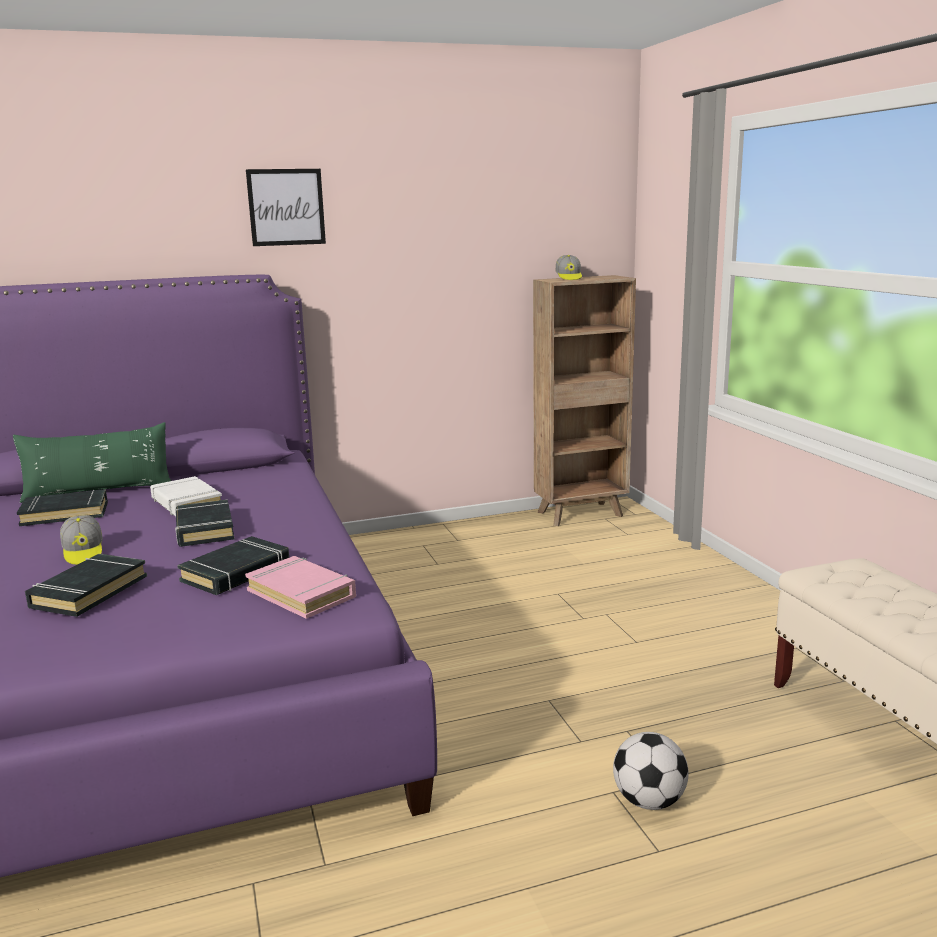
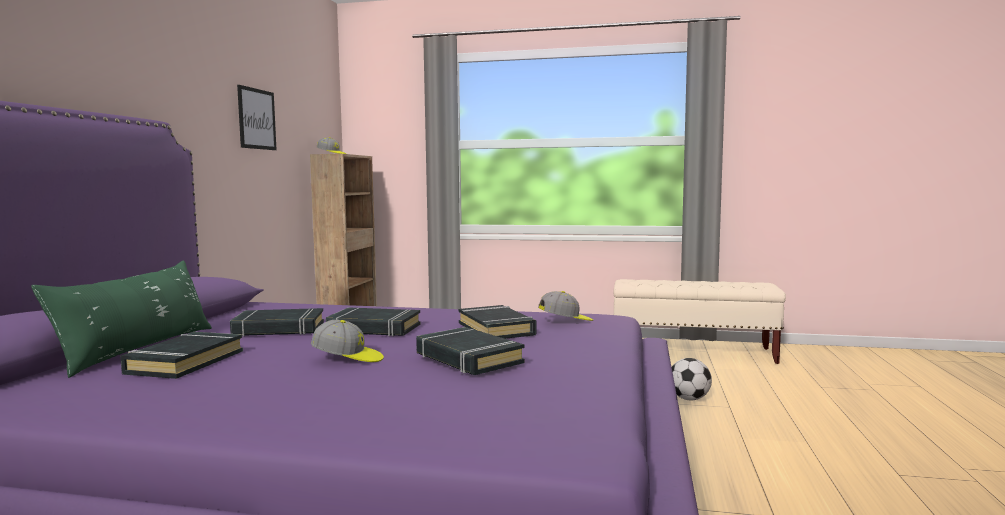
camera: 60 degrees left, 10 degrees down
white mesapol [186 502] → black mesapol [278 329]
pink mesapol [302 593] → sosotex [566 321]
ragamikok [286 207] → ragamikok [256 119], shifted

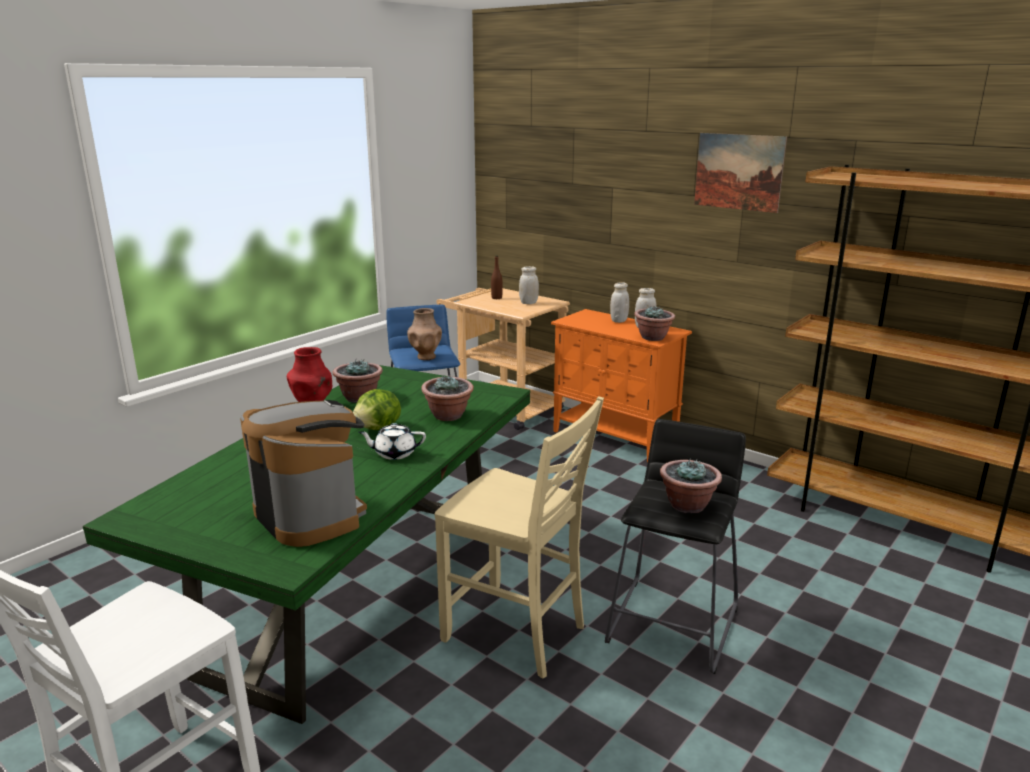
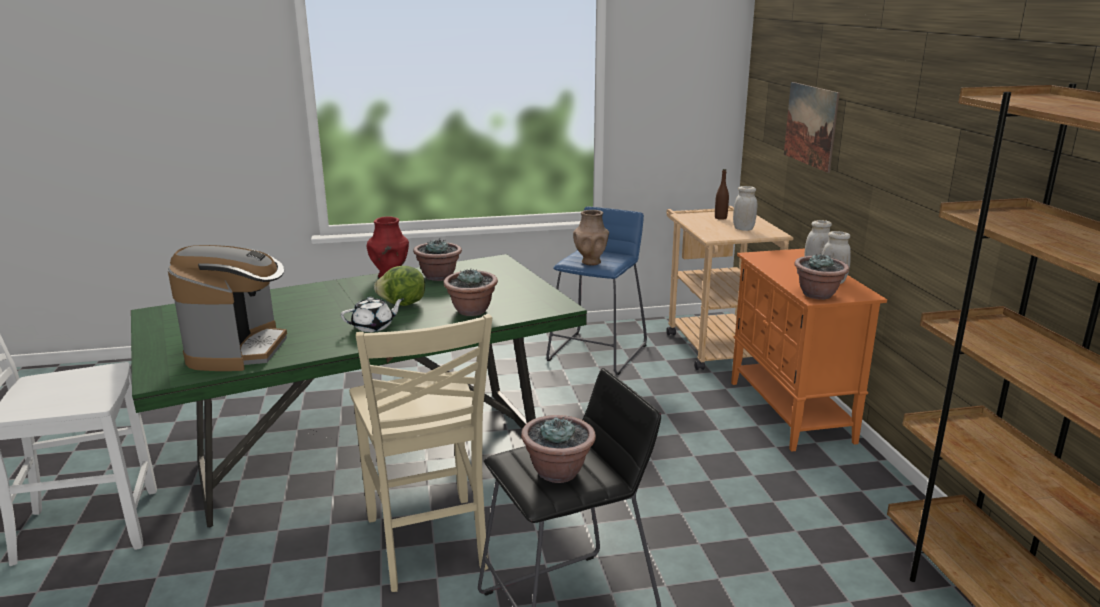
camera: 40 degrees right, 0 degrees up
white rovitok [394 453] → white rovitok [374 327], 120 degrees clockwise
ragamikok [738 172] → ragamikok [810 125], shifted

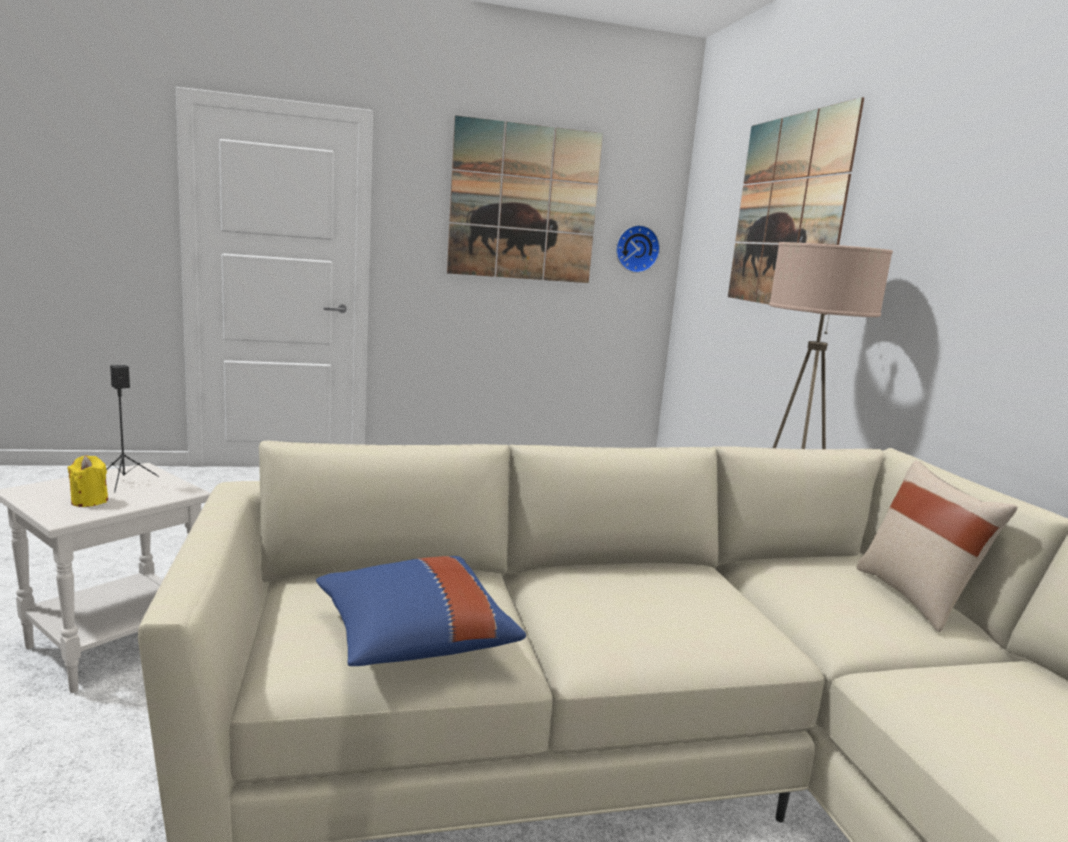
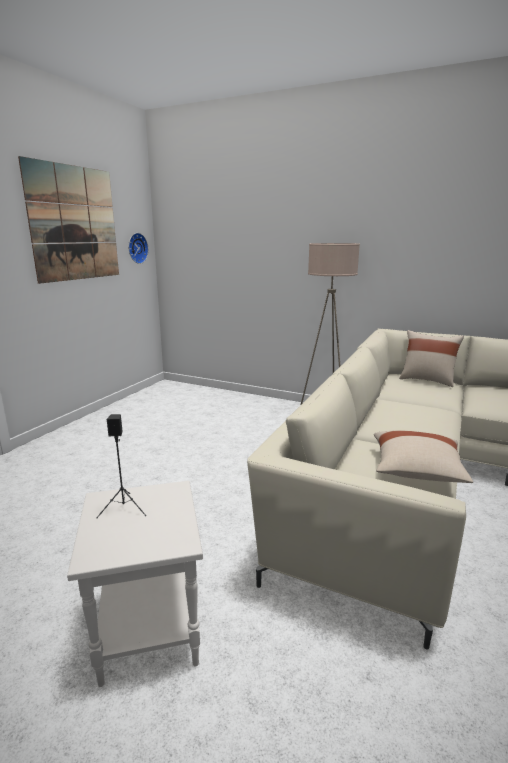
camera: 50 degrees left, 5 degrees up
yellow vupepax [89 501] → -
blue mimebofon [414 638] → beige mimebofon [416 471]
ragamikok [788 212] → -

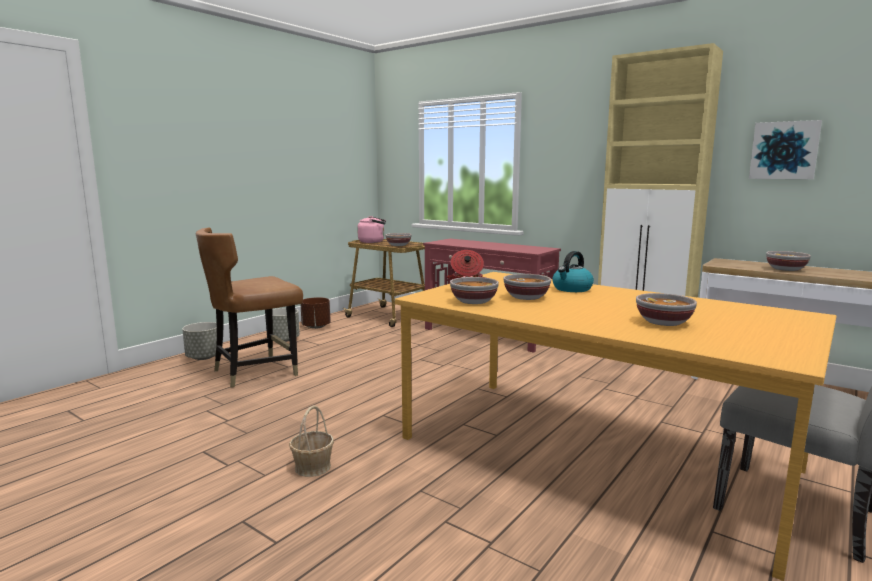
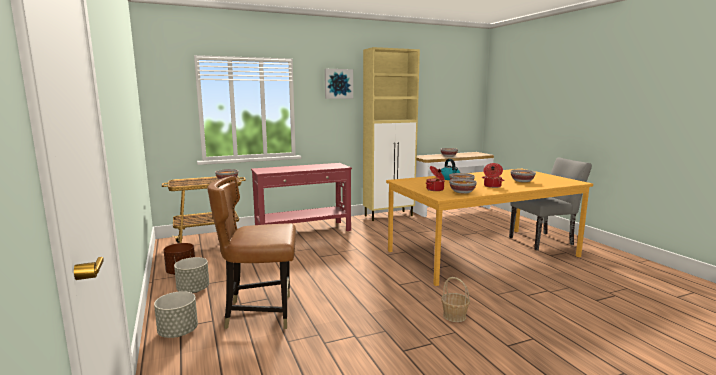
camera: 60 degrees left, 0 degrees up
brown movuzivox [255 371] → brown movuzivox [260 313], 90 degrees clockwise
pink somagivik [373 242] → -
ragamikok [784 150] → ragamikok [338 84], shifted
- → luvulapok [492 186]

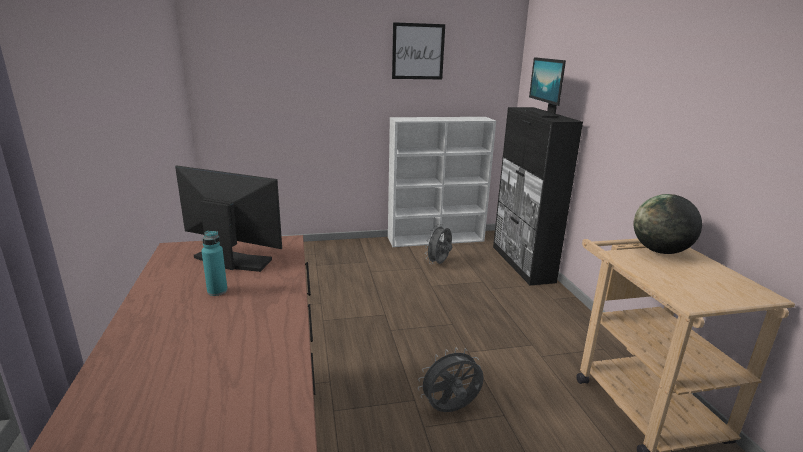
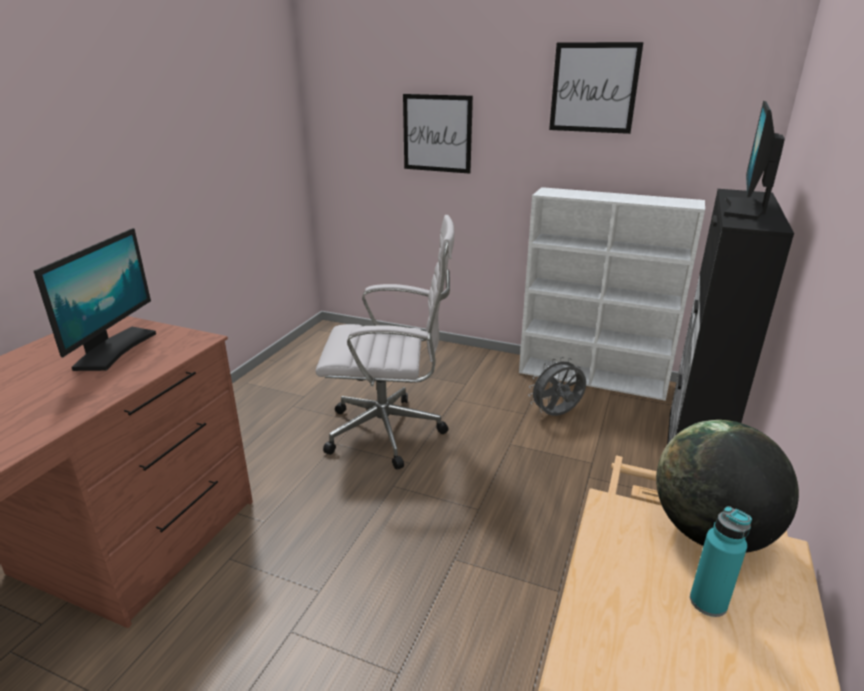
camera: 35 degrees right, 5 degrees up
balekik [232 261] → balekik [114 349], 45 degrees clockwise
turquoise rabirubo [217 291] → turquoise rabirubo [708 602], shifted
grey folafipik [450 410] → -
- → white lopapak [390 432]
- → ragamikok [437 133]

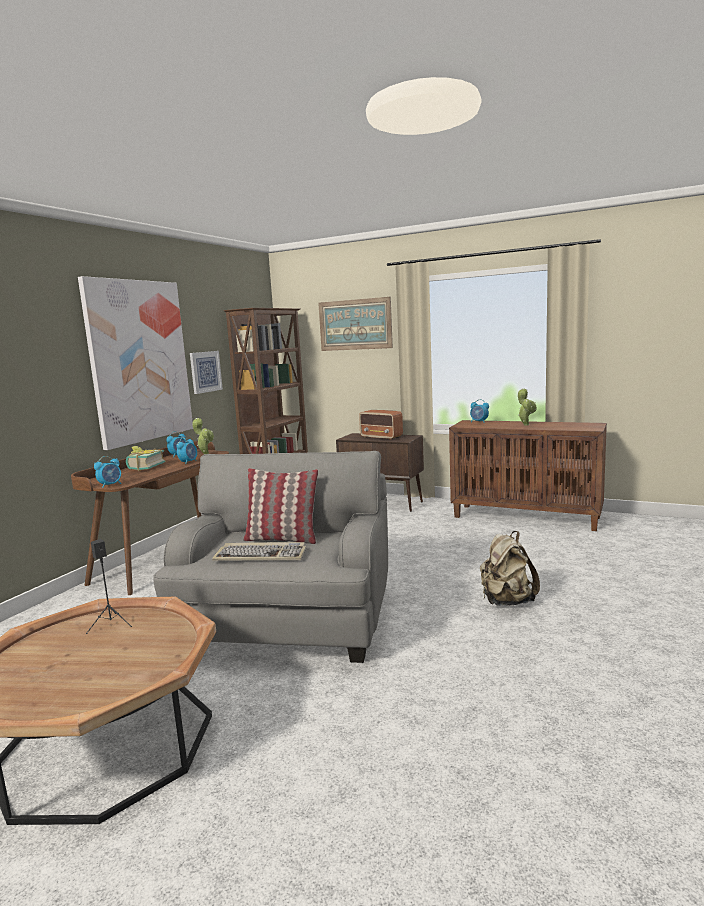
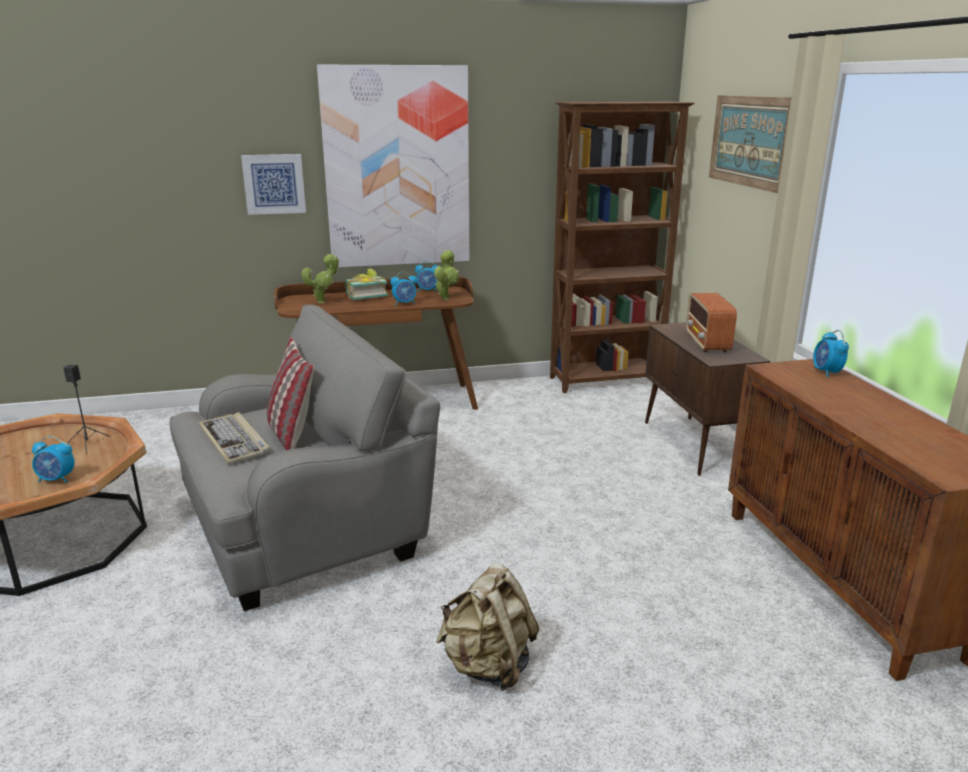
camera: 50 degrees right, 10 degrees up
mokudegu [110 485] → mokudegu [57 479], shifted
ragamikok [205 372] → ragamikok [274 184], shifted
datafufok [525 424] → datafufok [323 302], shifted

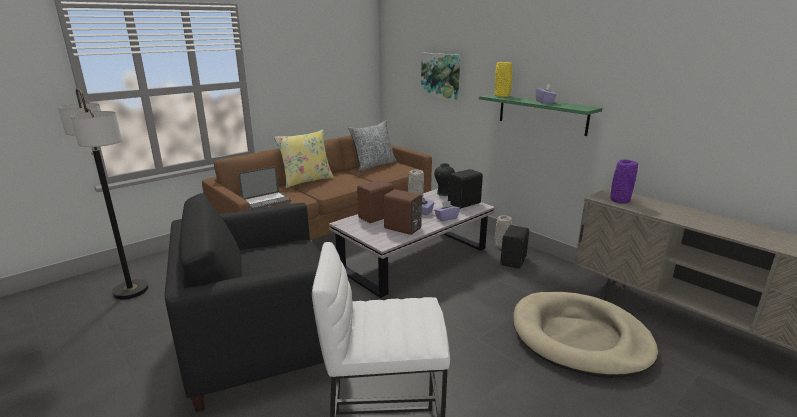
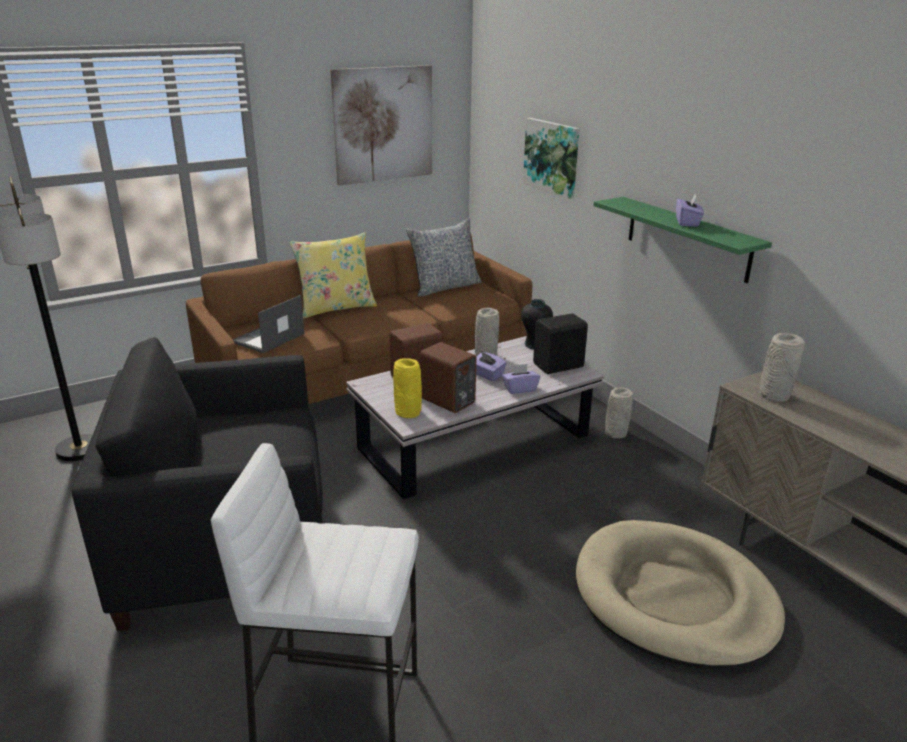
camera: 10 degrees right, 5 degrees up
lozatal [266 200] → lozatal [268 338], 150 degrees clockwise
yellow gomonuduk [502 96] → yellow gomonuduk [408 413], shifted
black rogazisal [514 261] → -
purple gomonuduk [619 200] → grey gomonuduk [773 395]
- → ragamikok [383 124]

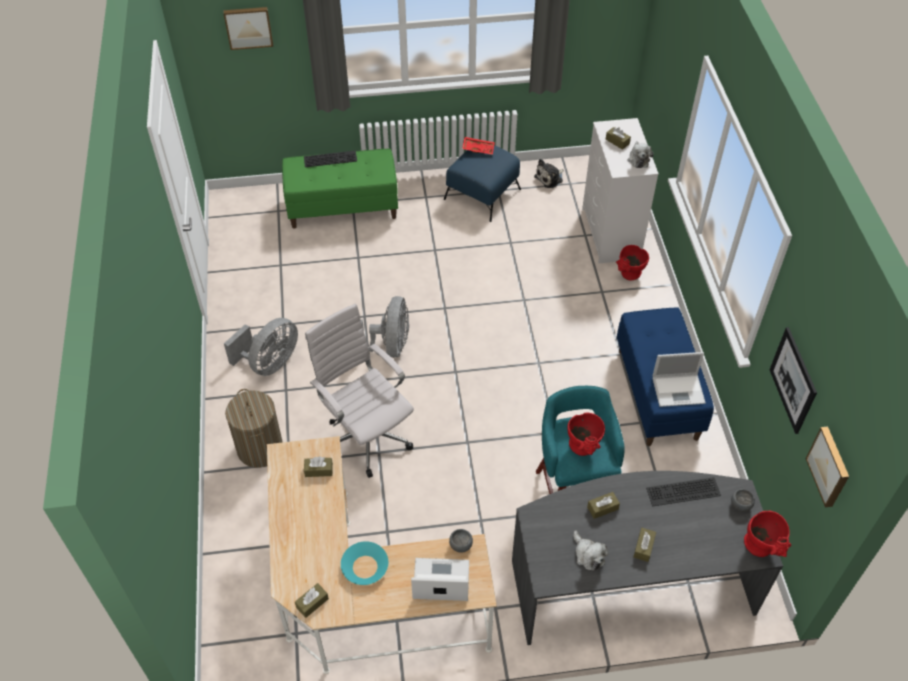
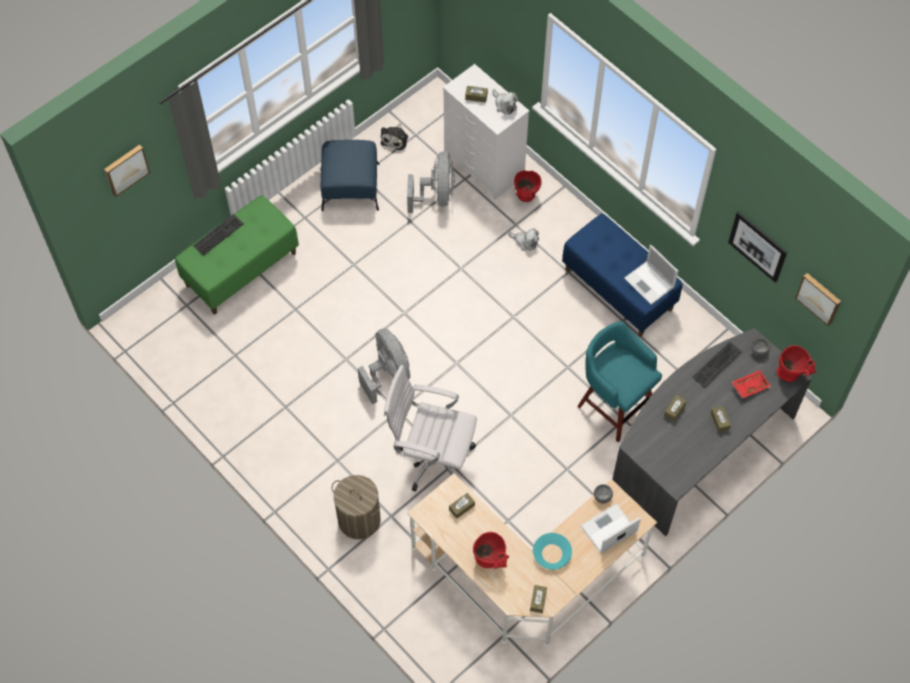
camera: 35 degrees left, 10 degrees up
grey folafipik [270 363] → grey folafipik [436 195], shifted
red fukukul [478 148] → red fukukul [750 386], shifted
red gomonuduk [583 449] → red gomonuduk [490 560], shifted
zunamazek [588 555] → zunamazek [525 242], shifted
lozatal [679 390] → lozatal [650 283], 90 degrees clockwise

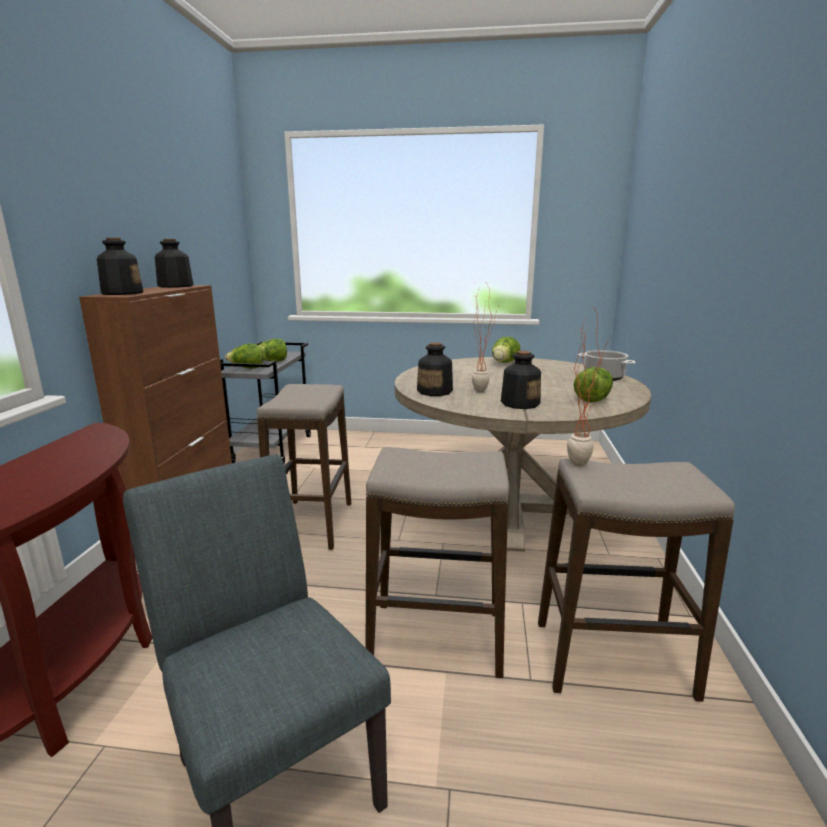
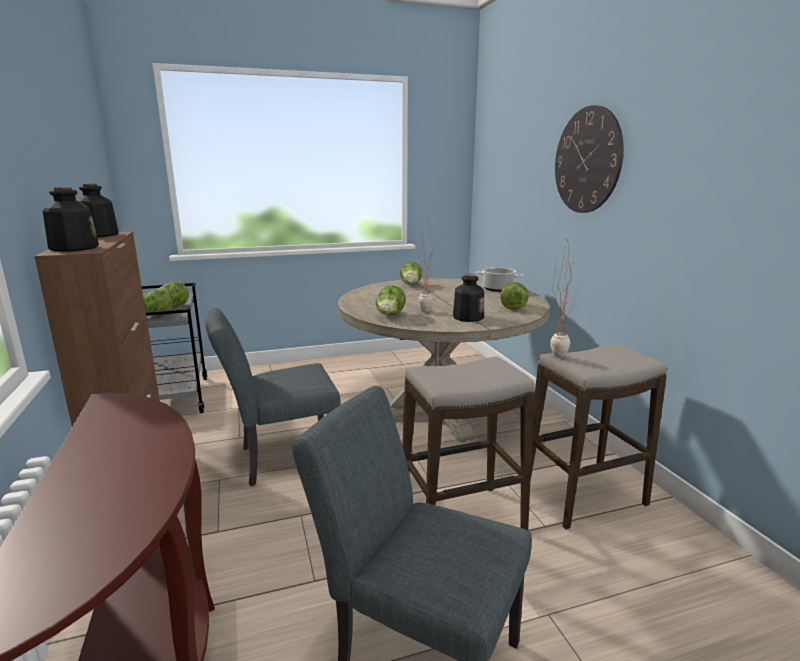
camera: 25 degrees left, 0 degrees up
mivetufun [311 524] → grey movuzivox [280 459]
rabirubo [435 391] → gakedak [390 316]
- → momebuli [587 160]

